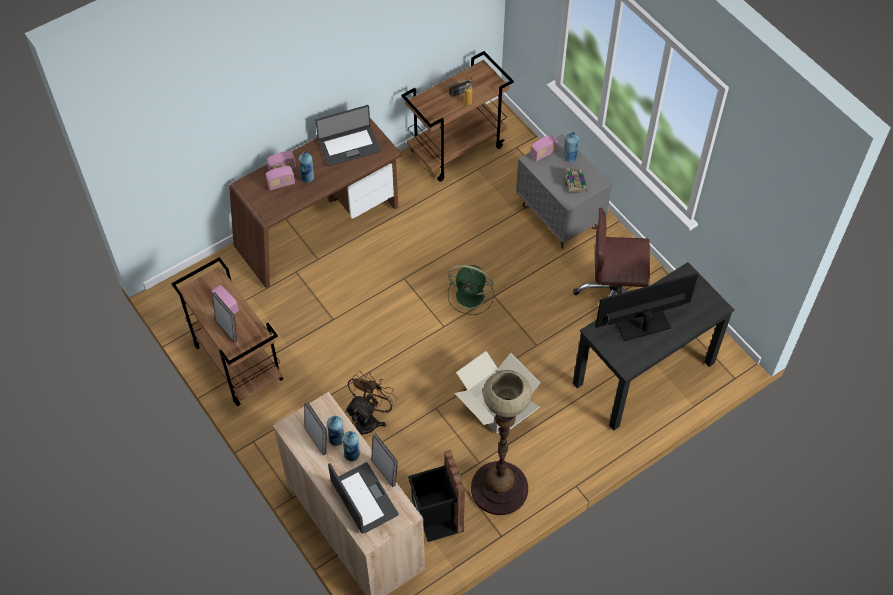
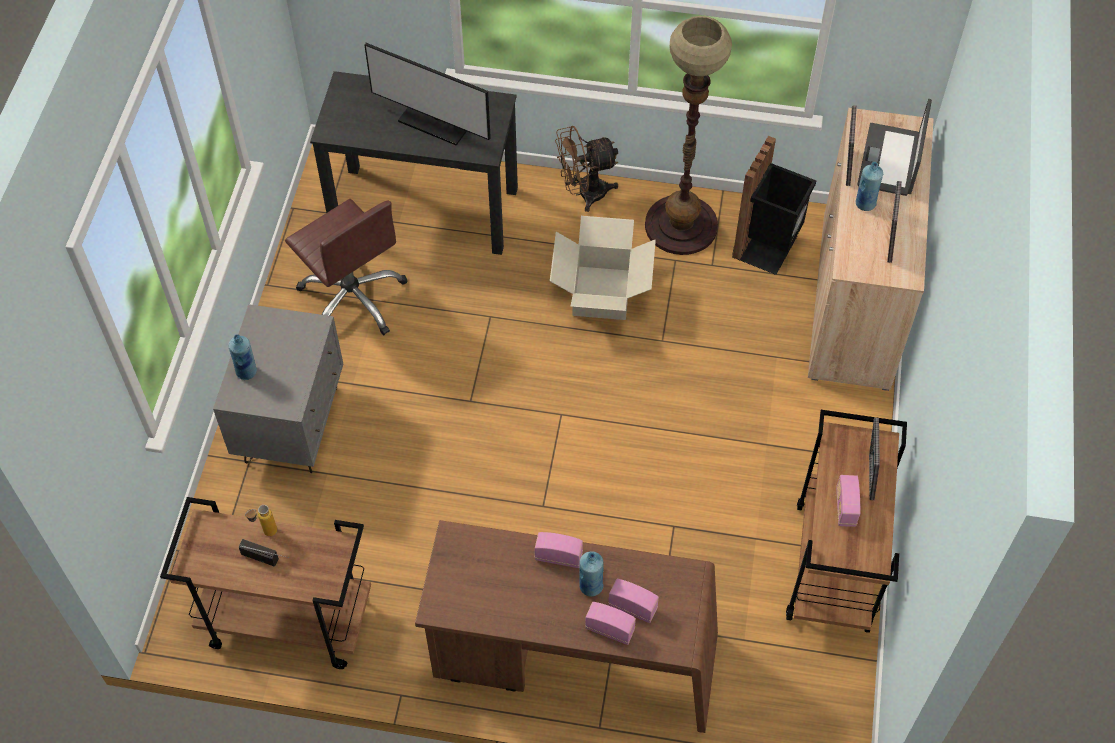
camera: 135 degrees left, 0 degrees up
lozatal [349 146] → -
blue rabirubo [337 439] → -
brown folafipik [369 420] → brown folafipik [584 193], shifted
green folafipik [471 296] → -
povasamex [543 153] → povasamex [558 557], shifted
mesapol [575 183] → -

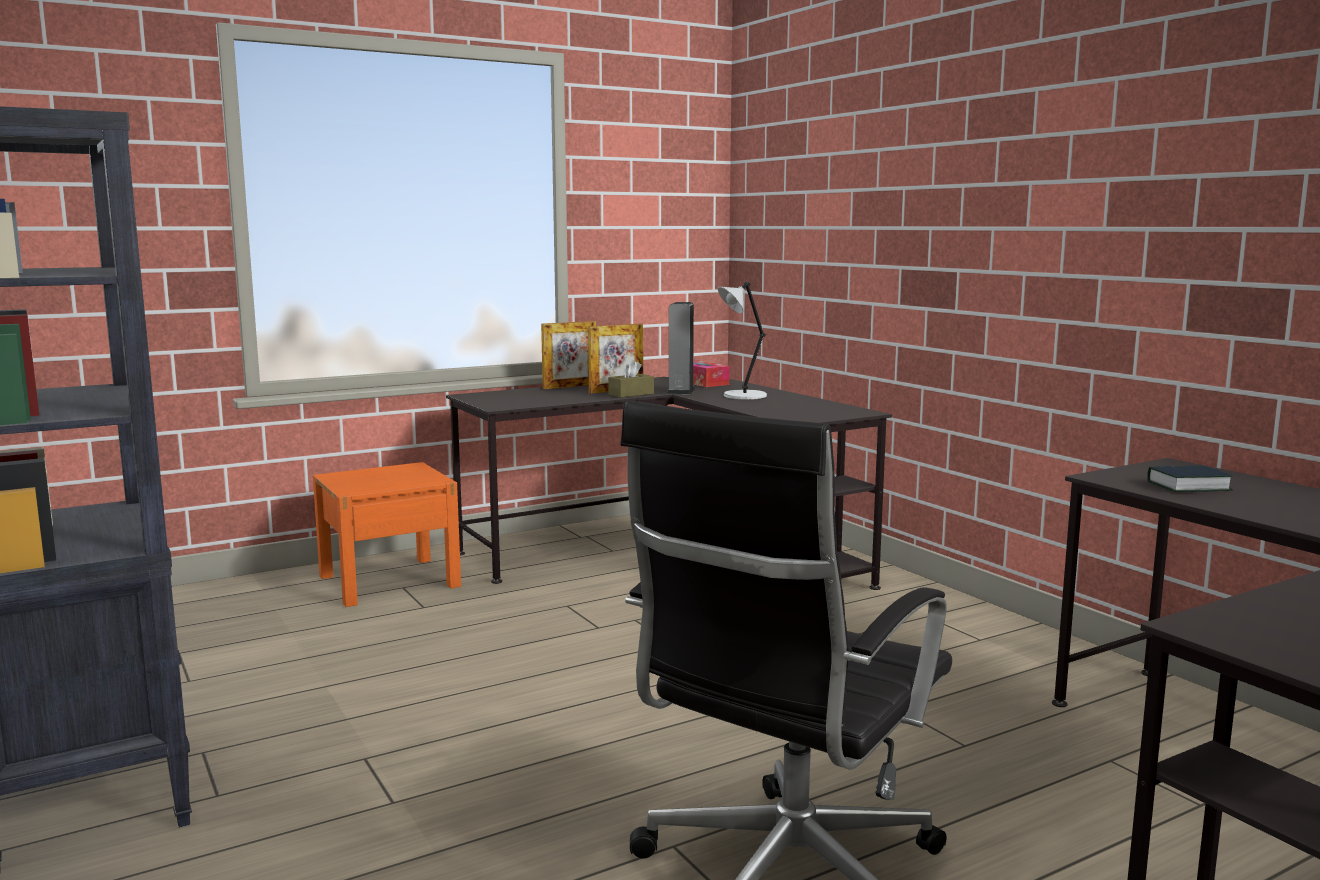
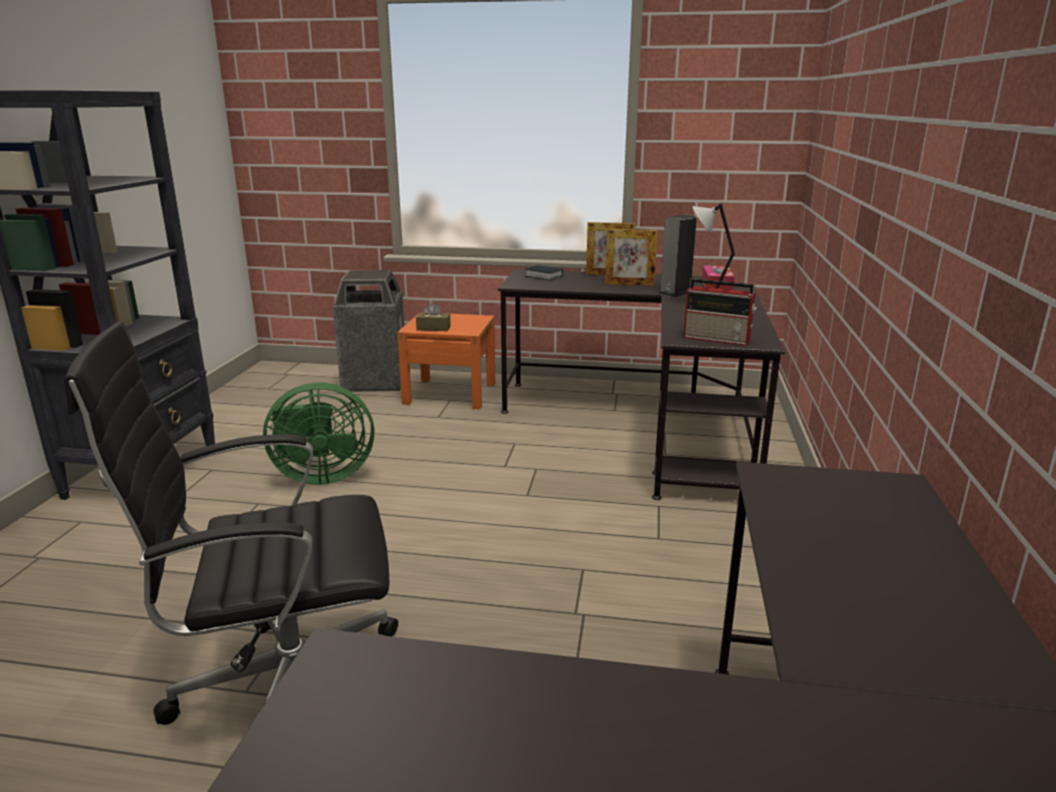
camera: 40 degrees right, 10 degrees up
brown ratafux [631 394] → brown ratafux [433 328], shifted
mesapol [1188 486] → mesapol [544 276], shifted
- → green folafipik [320 476]
- → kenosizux [374 381]
- → povasamex [718 339]

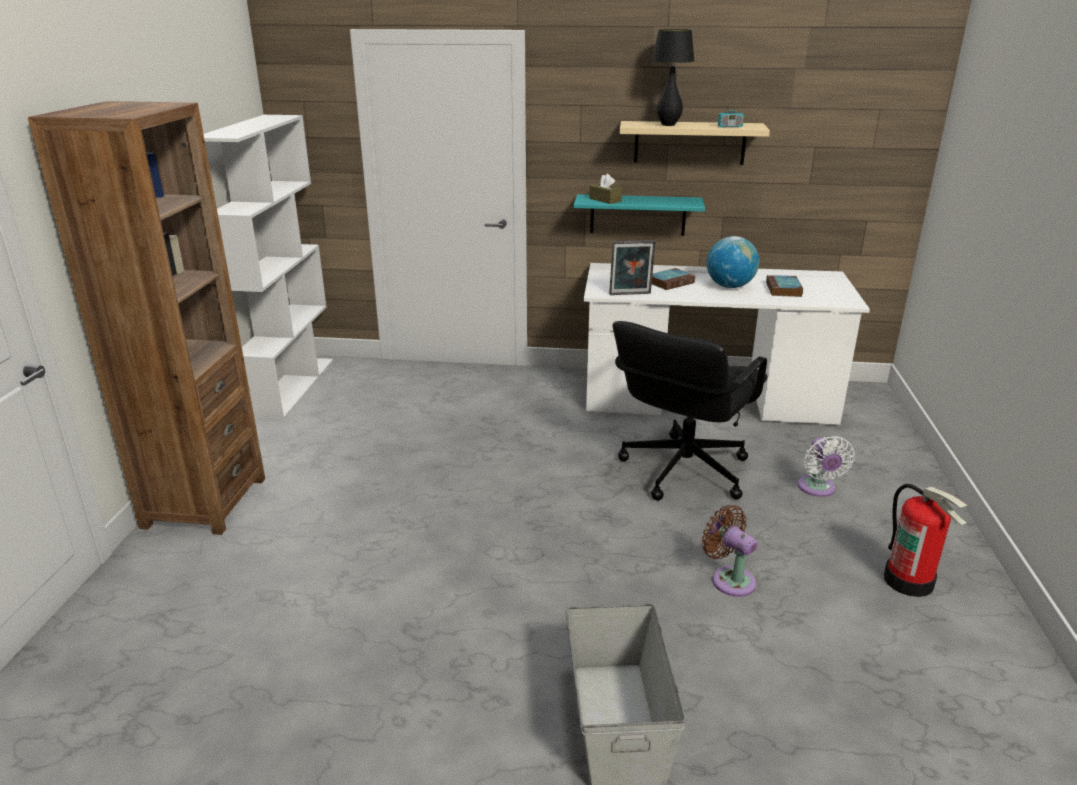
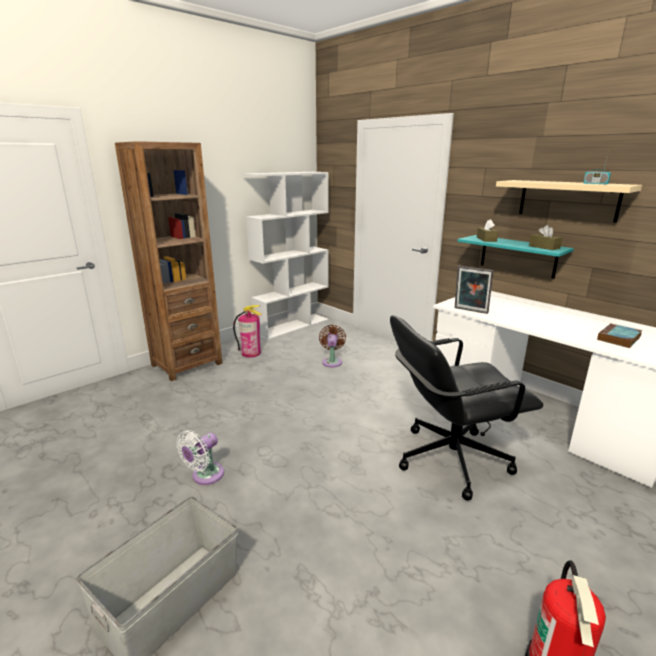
camera: 40 degrees right, 5 degrees down
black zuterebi [668 125] → -
mesapol [671 282] → -
brown folafipik [729 579] → brown folafipik [332 361], shifted
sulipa [729 286] → -
white folafipik [817 489] → white folafipik [205 476], shifted
- → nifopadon [251 353]
- → brown ratafux [544 247]

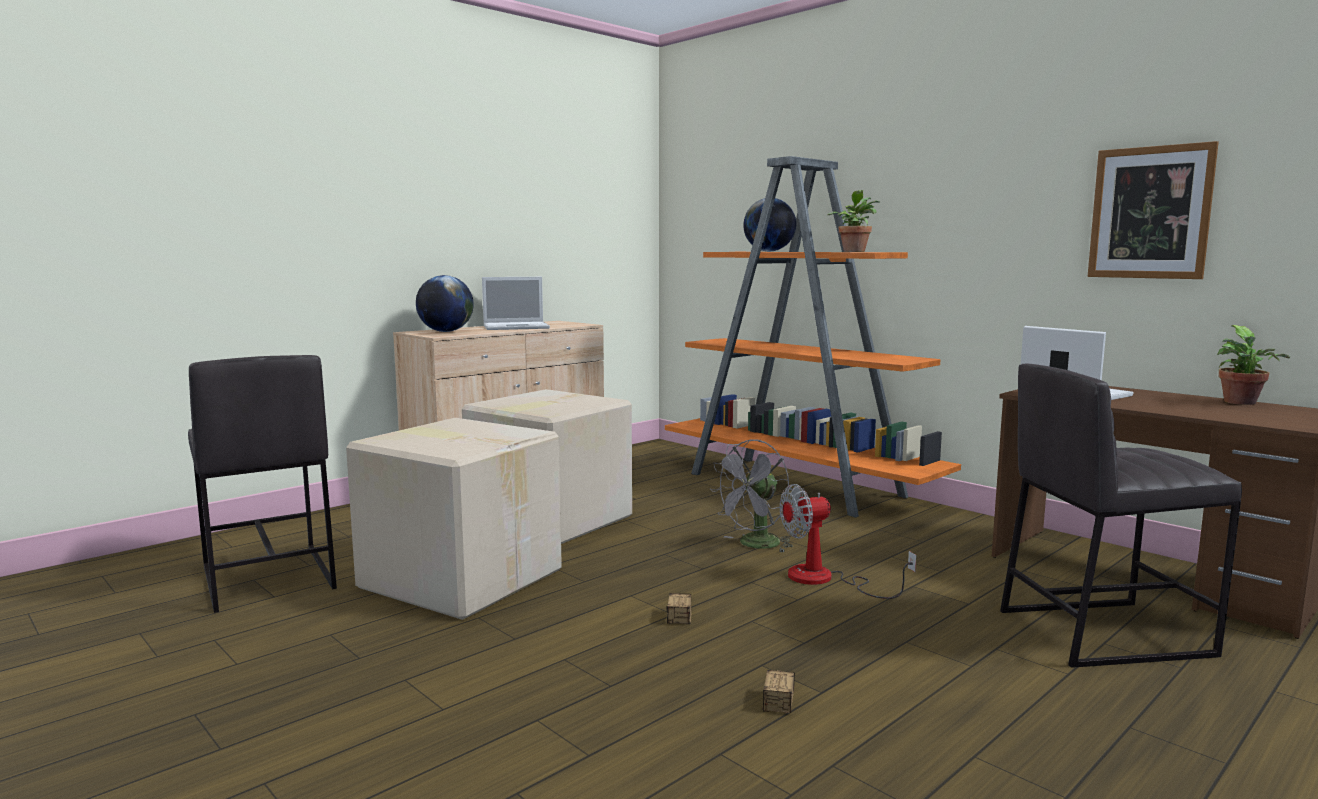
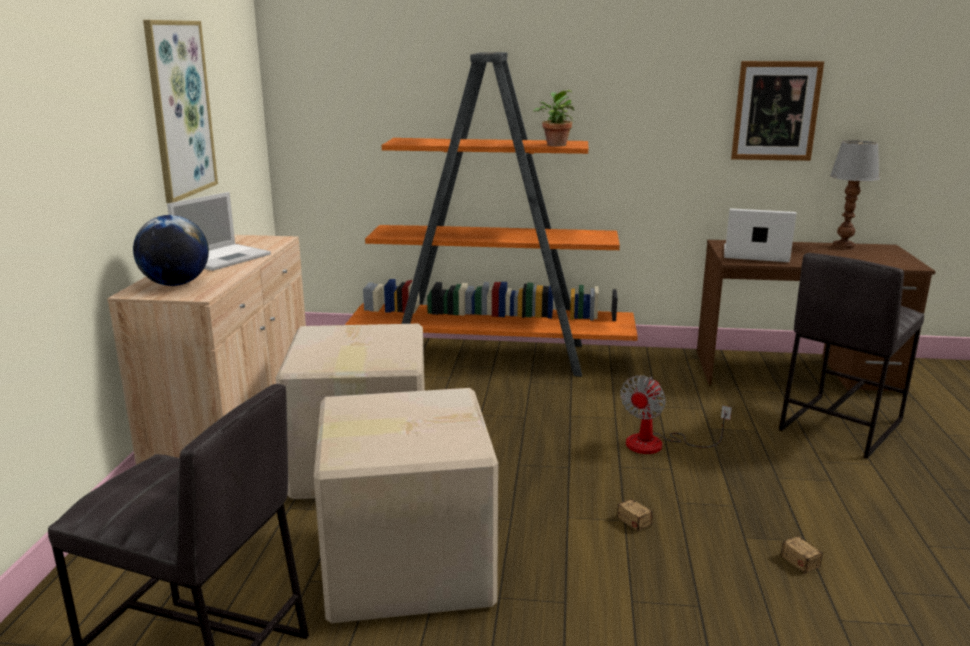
camera: 40 degrees left, 10 degrees up
grey folafipik [754 545] → -
sulipa [769 251] → -
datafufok [1241 403] → zuterebi [843 246]
- → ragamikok [180 109]

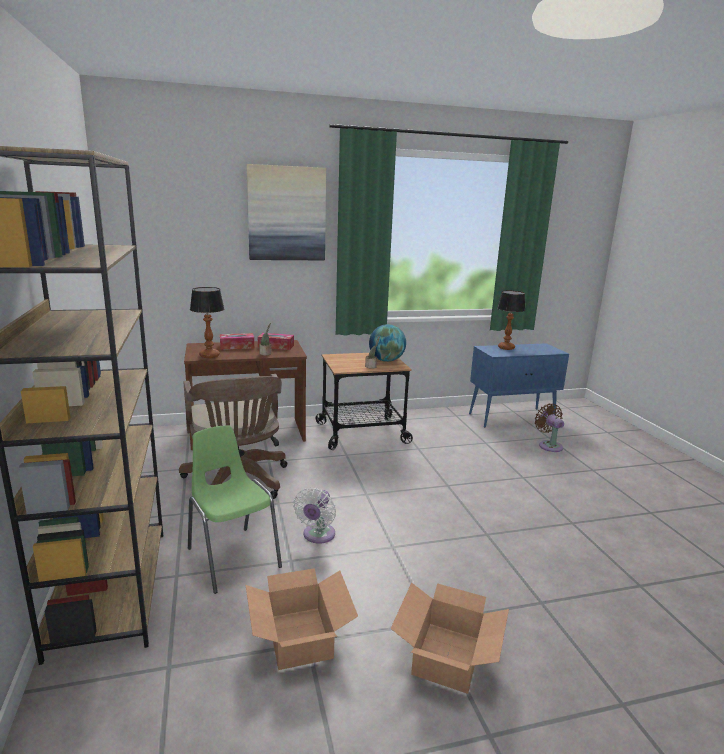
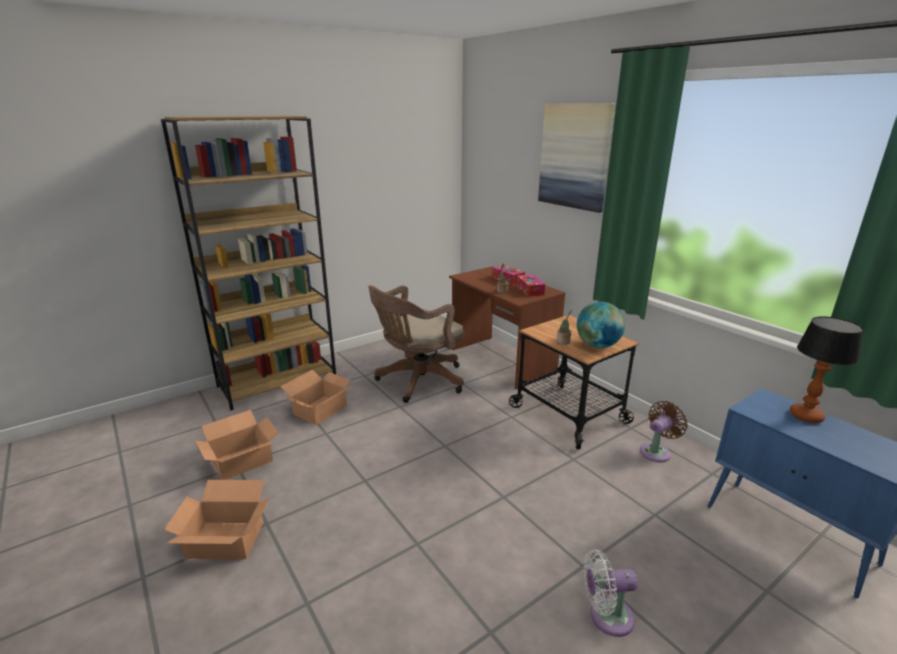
camera: 70 degrees right, 5 degrees up
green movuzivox [232 557] → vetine [321 409]
zuterebi [210 356] → -
white folafipik [317 536] → white folafipik [606 616], shifted
brown folafipik [549 445] → brown folafipik [657 451], shifted

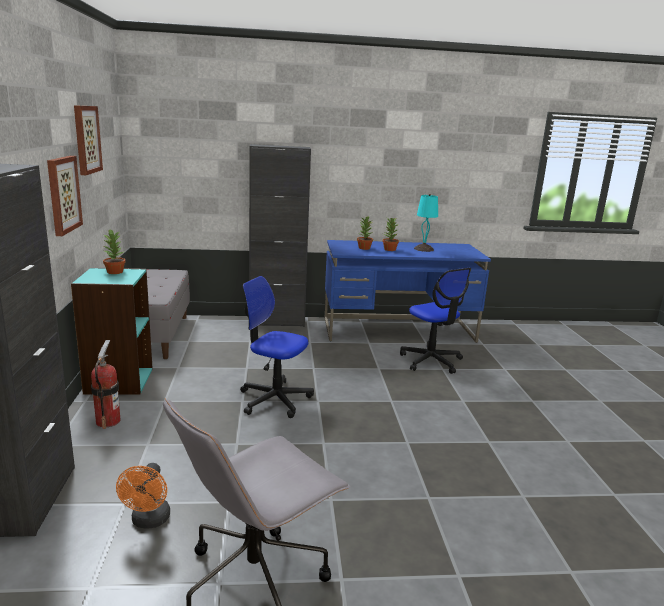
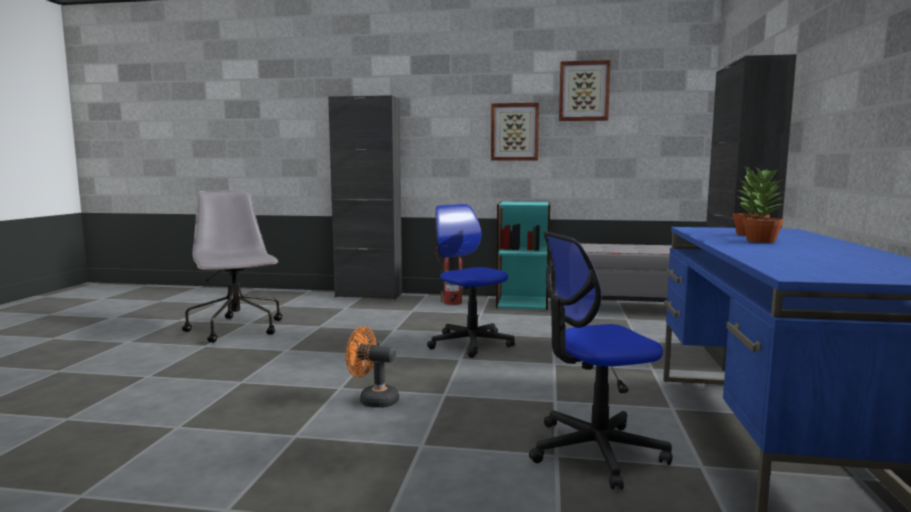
camera: 105 degrees right, 10 degrees down
datafufok [115 272] → -
orange folafipik [149 521] → orange folafipik [373 400], shifted
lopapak [274 399] → lopapak [470 343], 75 degrees counterclockwise
turquoise zuterebi [423 249] → -

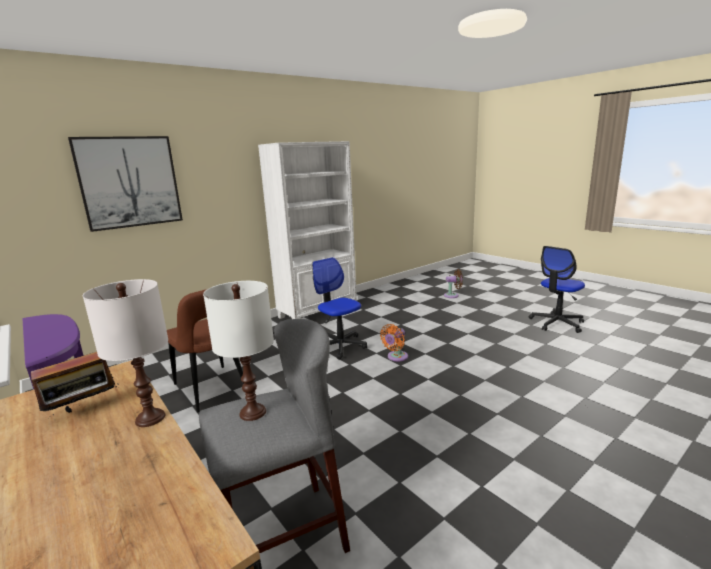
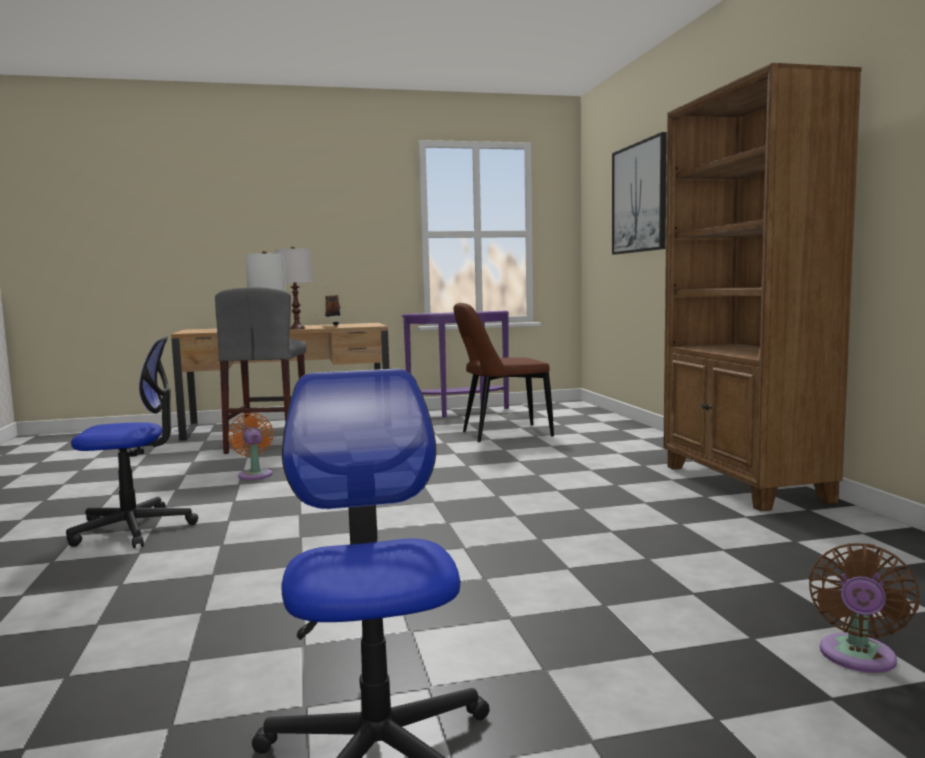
camera: 115 degrees right, 10 degrees down
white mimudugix [318 313] → brown mimudugix [743 484]
lopapak [340 346] → lopapak [134 529], shifted
orange folafipik [396 357] → orange folafipik [254 474], shifted

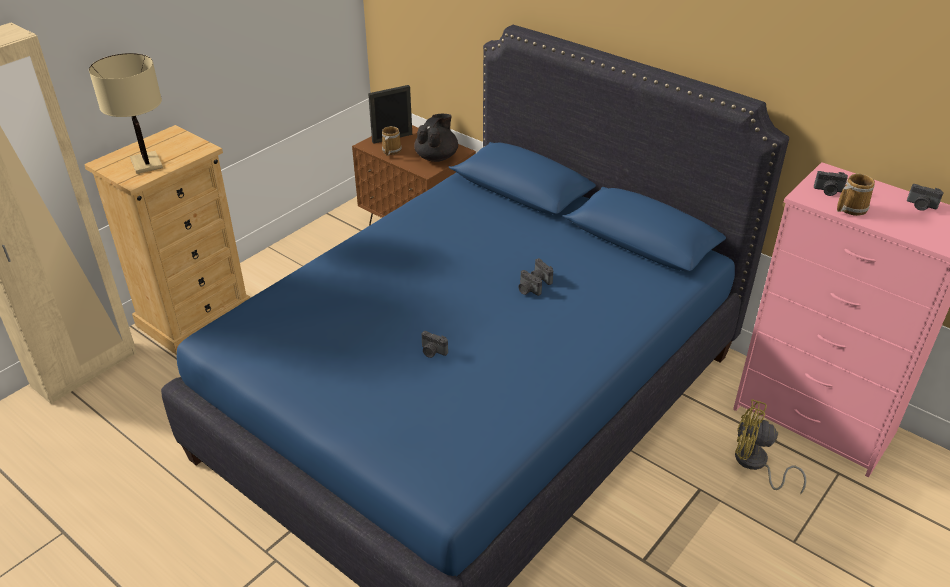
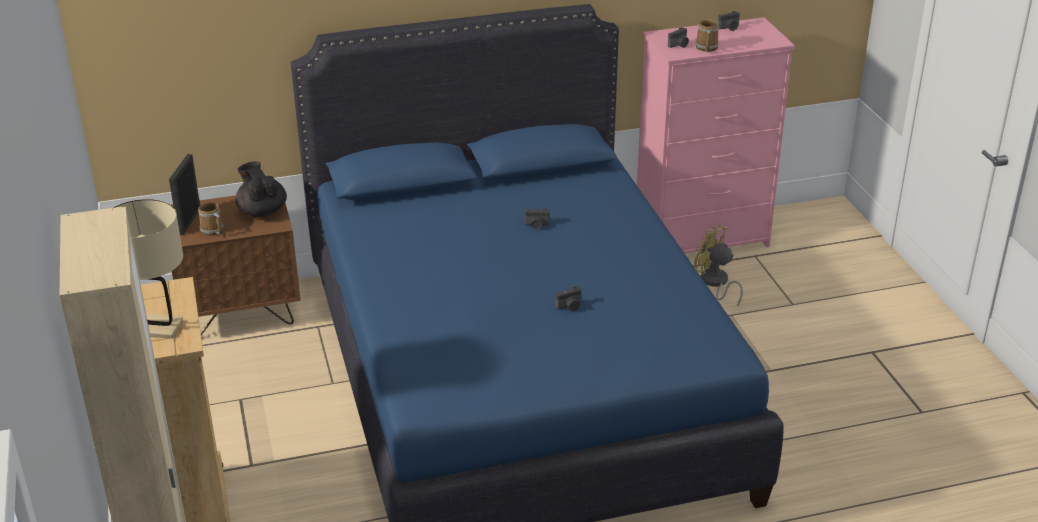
camera: 55 degrees left, 5 degrees down
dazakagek [527 290] → -
yellow folafipik [755 464] → yellow folafipik [715 283], 75 degrees clockwise

